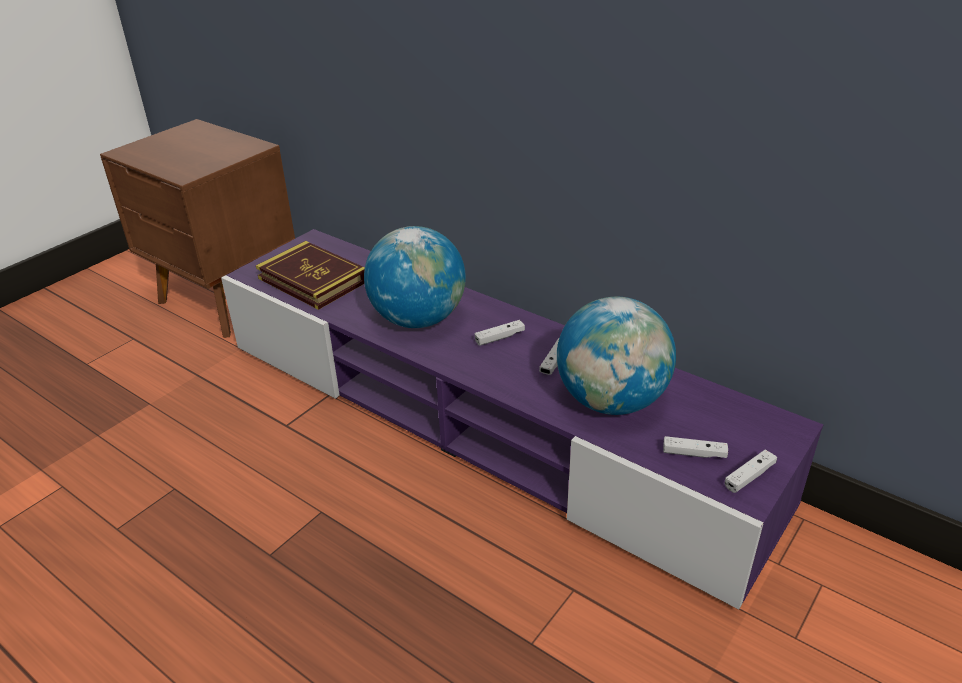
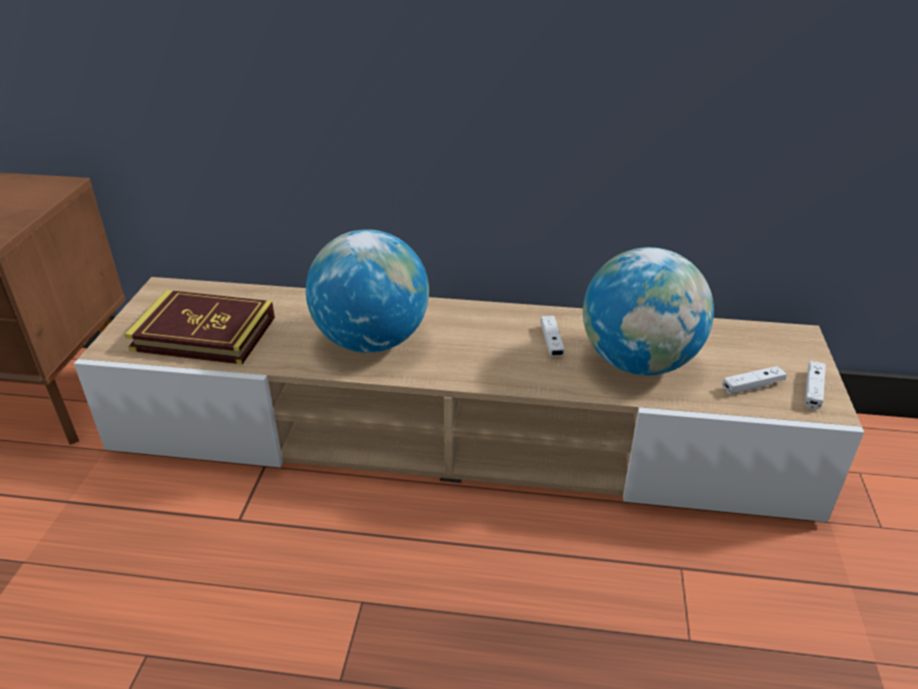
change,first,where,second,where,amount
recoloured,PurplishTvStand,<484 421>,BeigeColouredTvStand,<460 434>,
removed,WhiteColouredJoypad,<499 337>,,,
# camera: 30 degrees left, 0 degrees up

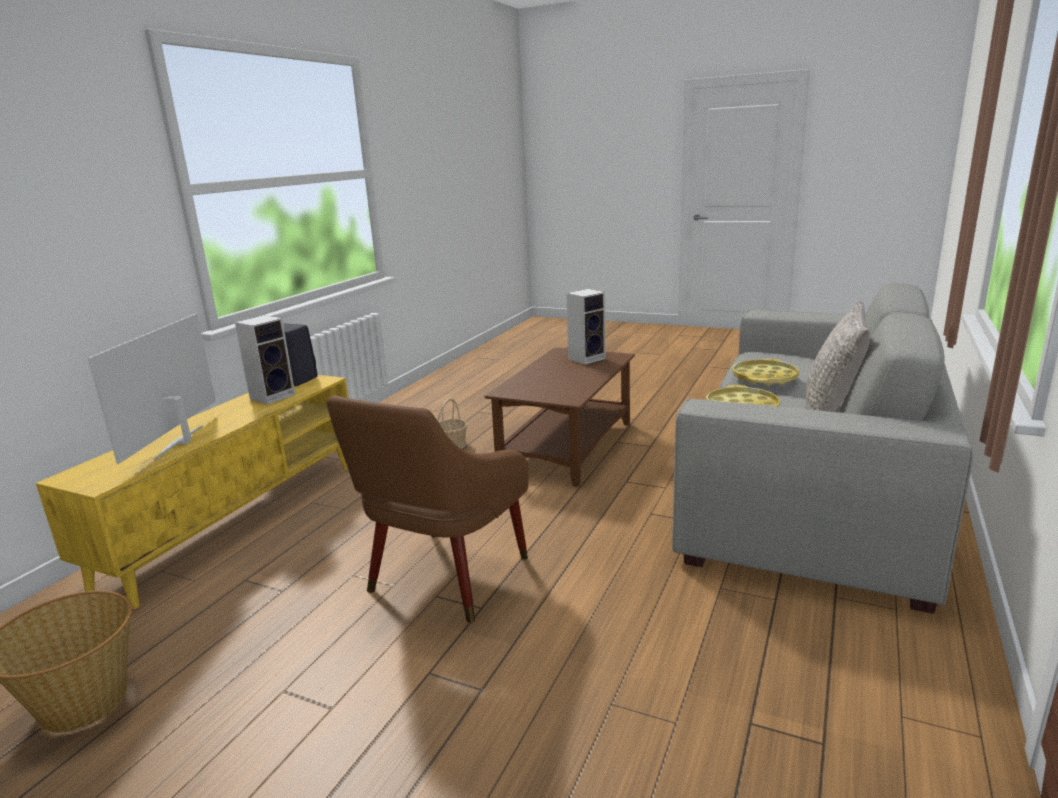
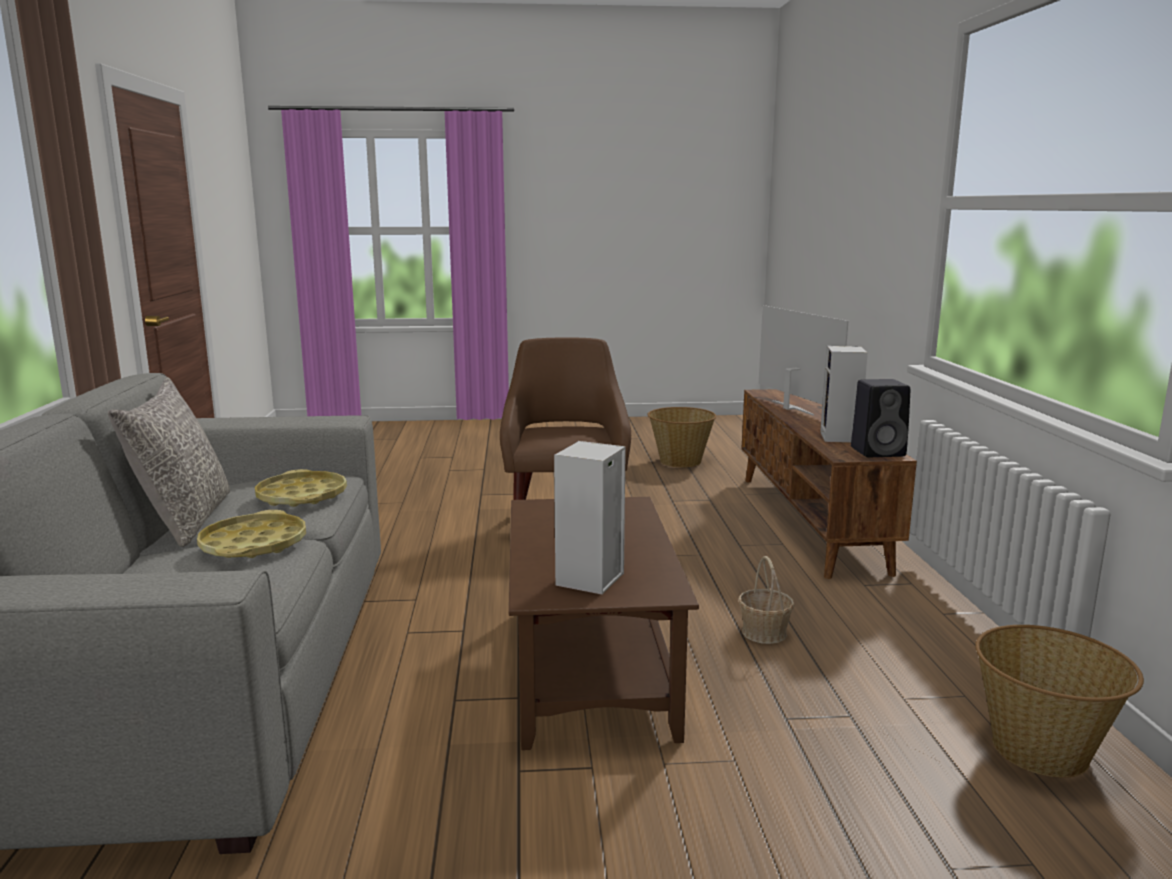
change,first,where,second,where,amount
recoloured,YellowTvStand,<238 520>,BrownColouredTvStand,<810 522>,
added,,,HouseholdBasket,<1042 751>,
# camera: 150 degrees right, 5 degrees down

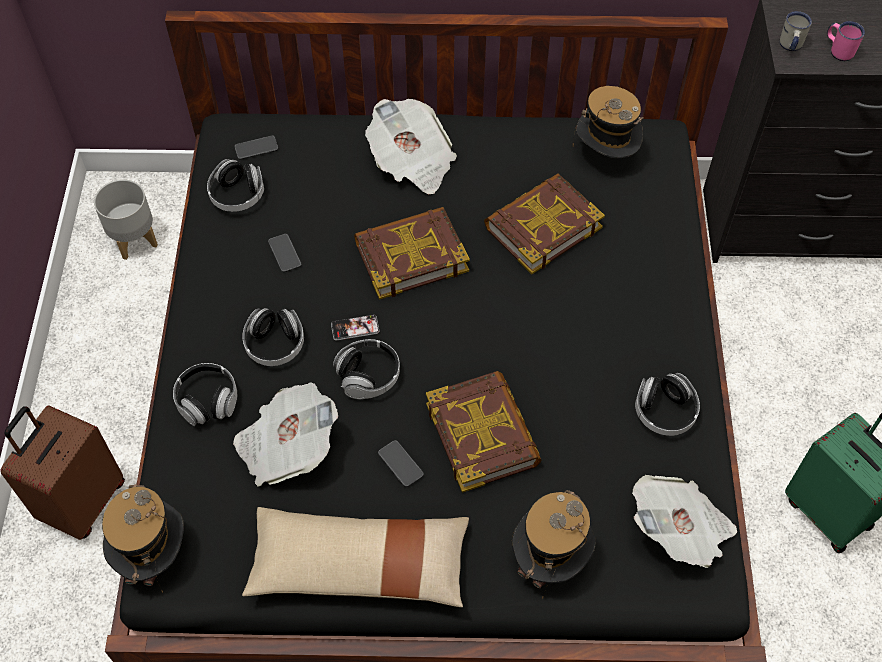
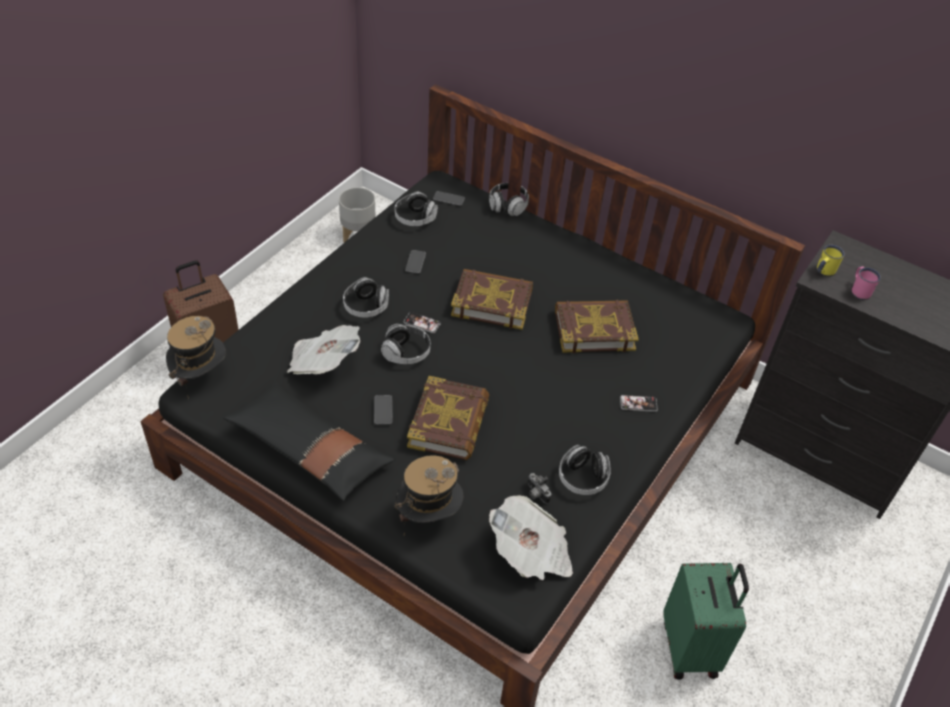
change,first,where,second,where,amount
recoloured,WhiteColouredCoffeeMug,<790 46>,YellowCoffeeMug,<823 272>,
removed,Hat,<604 156>,,,
removed,DailyPaper,<412 162>,,,
moved,PairOfHeadphones,<208 401>,,<508 206>,
recoloured,BeigeColouredThrowPillow,<359 565>,BlackThrowPillow,<309 450>,
added,,,Phone,<638 404>,
added,,,StillCamera,<536 494>,
# camera: 30 degrees right, 10 degrees down

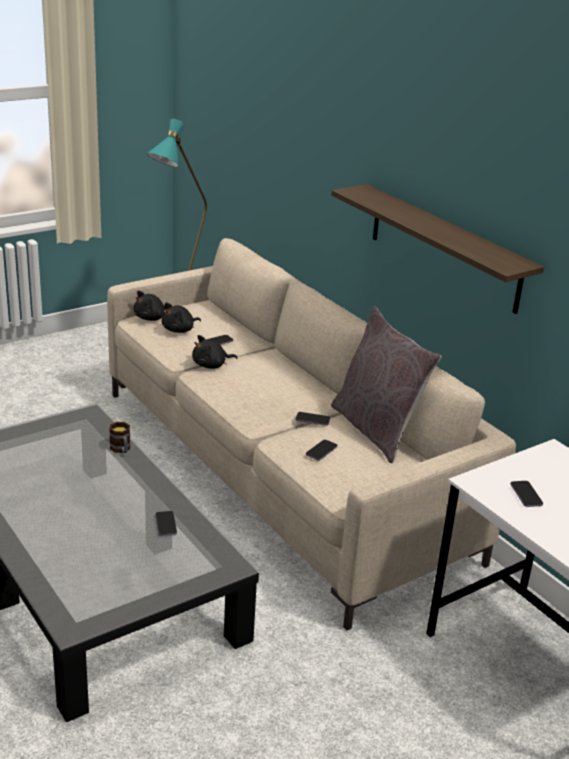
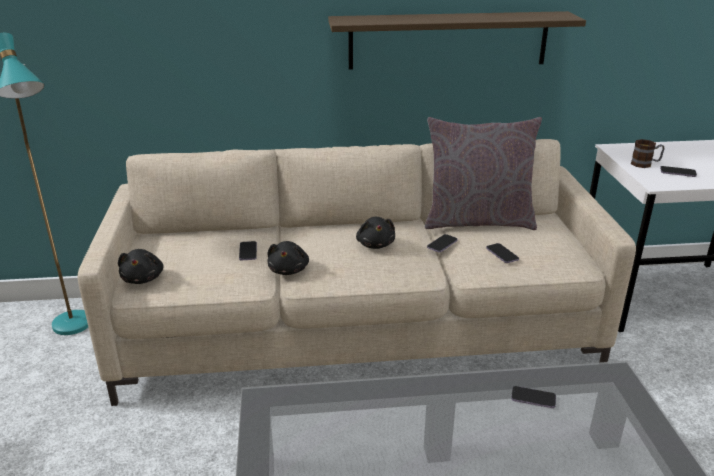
change,first,where,second,where,amount
moved,BlackCuddlyToy,<179 330>,,<375 244>,
moved,CoffeeMug,<121 449>,,<645 164>,
# camera: 60 degrees left, 0 degrees up

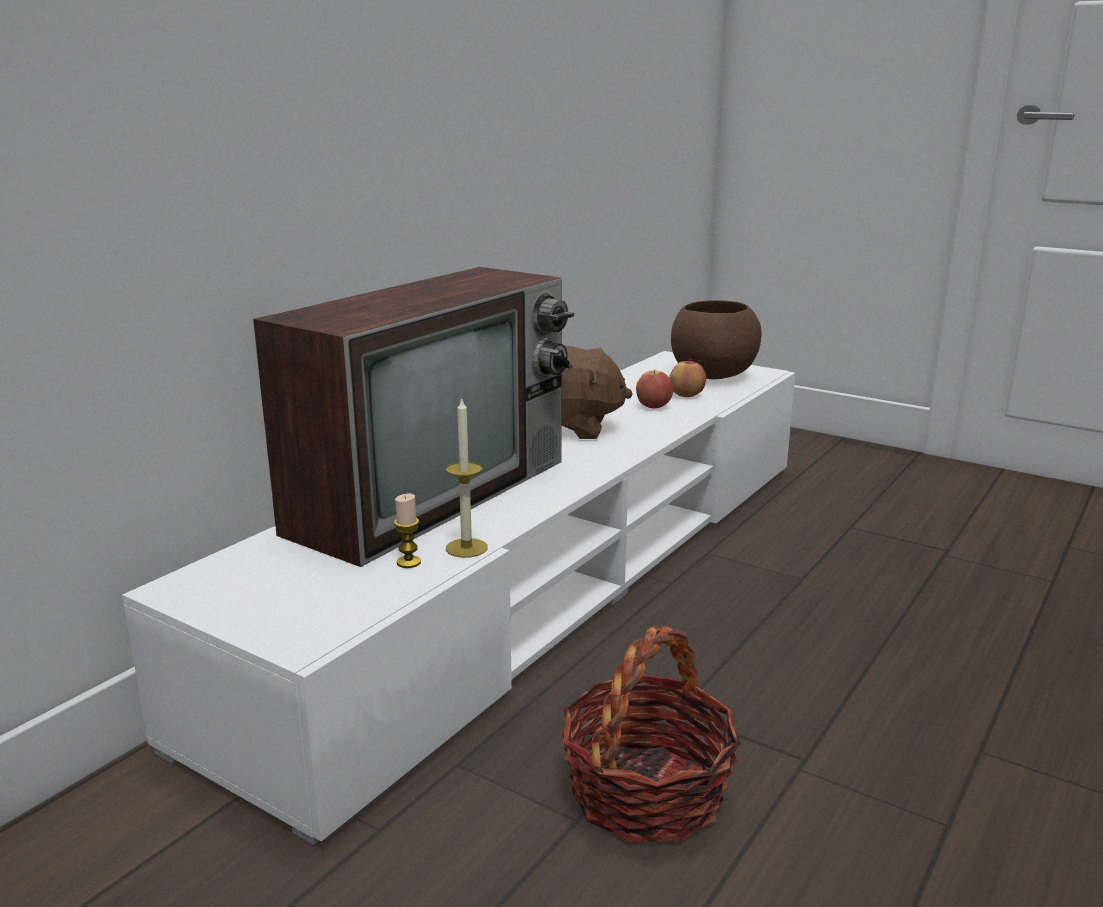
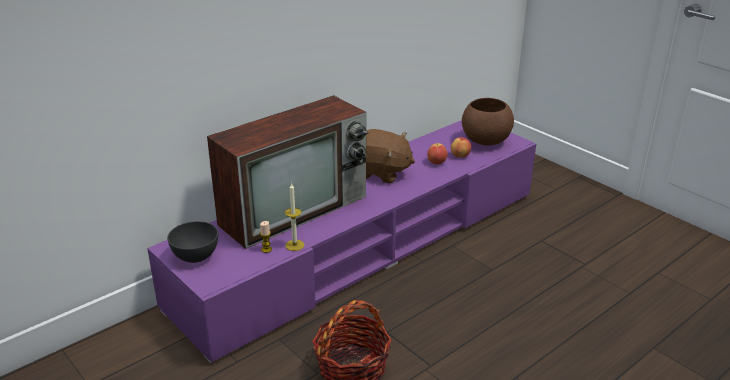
change,first,where,second,where,amount
recoloured,WhiteColouredTvStand,<552 576>,PurplishTvStand,<365 247>,
added,,,GreyDeepDish,<195 256>,
# camera: 15 degrees right, 10 degrees up

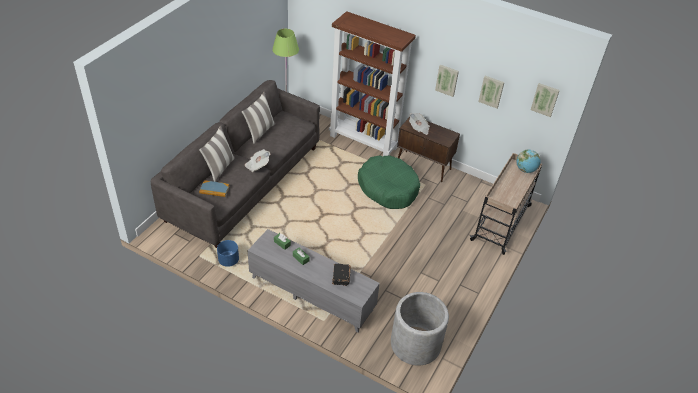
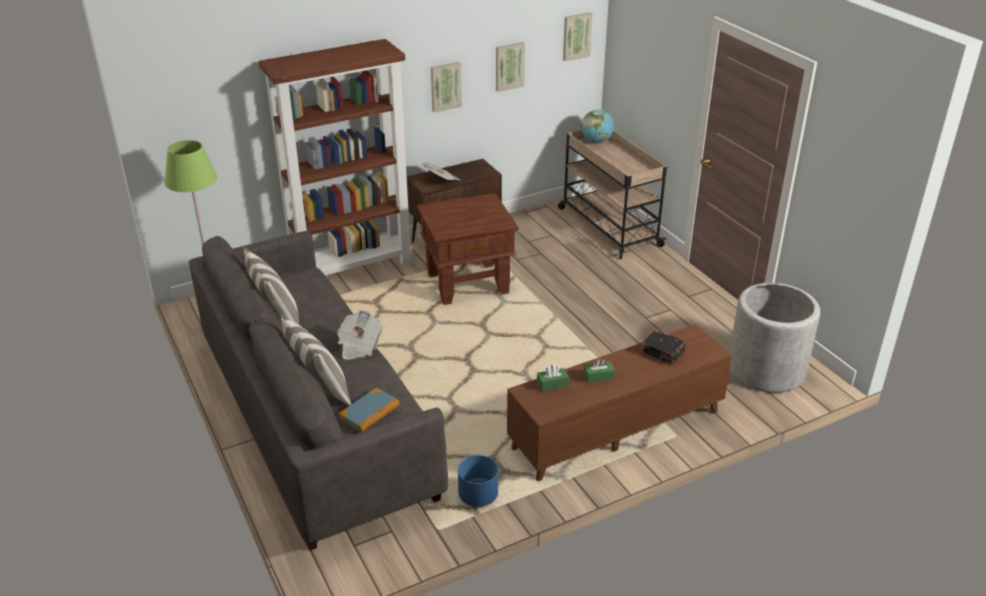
change,first,where,second,where,amount
replaced,GreenDogCushion,<388 188>,BrownColouredAccentTable,<468 284>,
recoloured,GreyTvStand,<311 294>,BrownColouredTvStand,<616 429>,
# camera: 55 degrees left, 10 degrees down

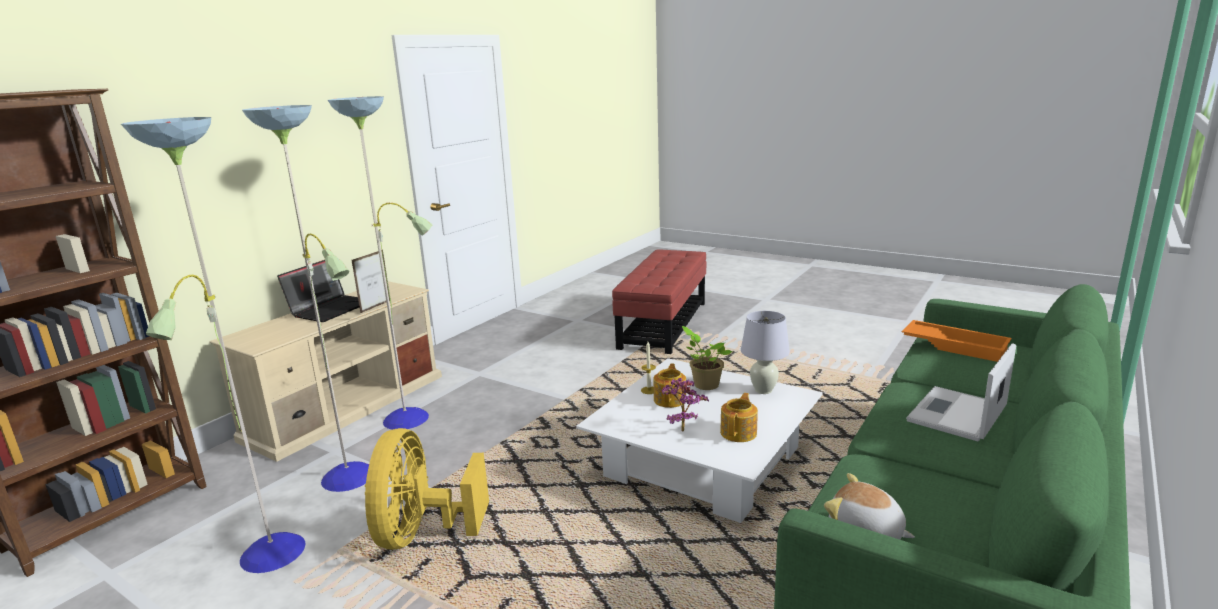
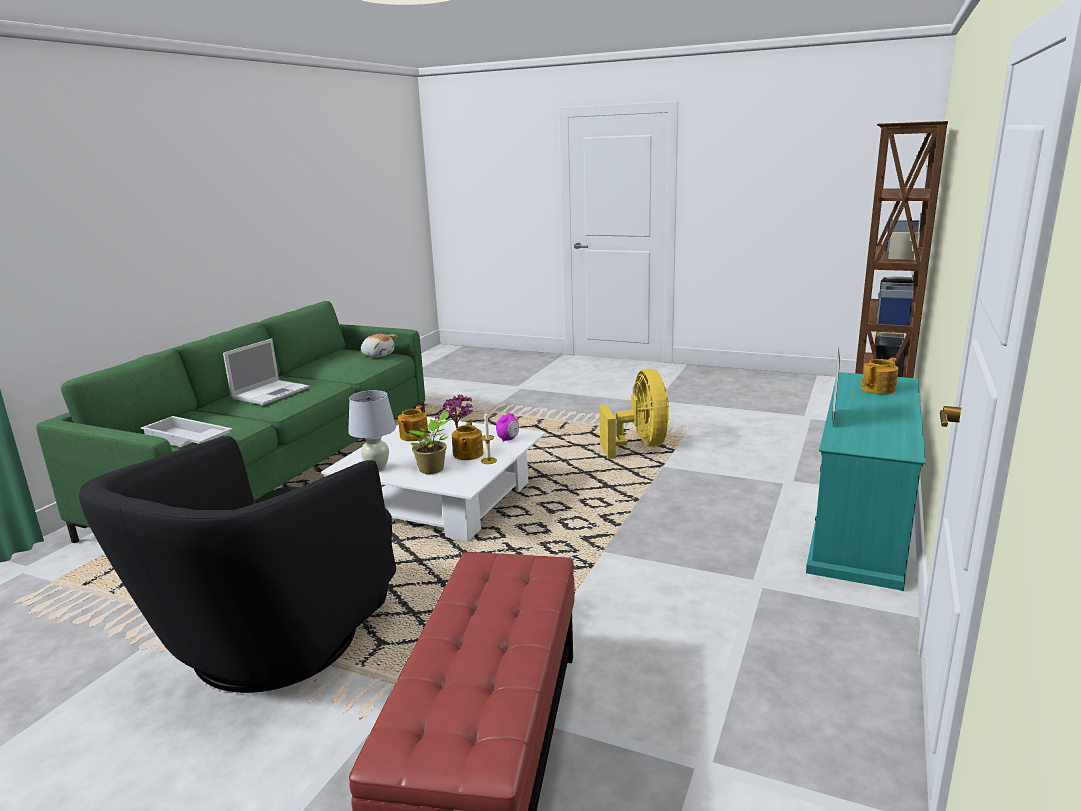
change,first,where,second,where,amount
removed,StandardLamp,<351 477>,,,
removed,NotebookComputer,<330 308>,,,
recoloured,BeigeColouredTvStand,<347 405>,TurquoiseColouredTvStand,<860 522>,
recoloured,OrangeCarryingTray,<955 346>,WhiteColouredCarryingTray,<186 440>,
added,,,PotForTea,<879 389>,
added,,,AlarmClock,<508 439>,
added,,,BlackArmchair,<273 643>,
# camera: 170 degrees right, 0 degrees up

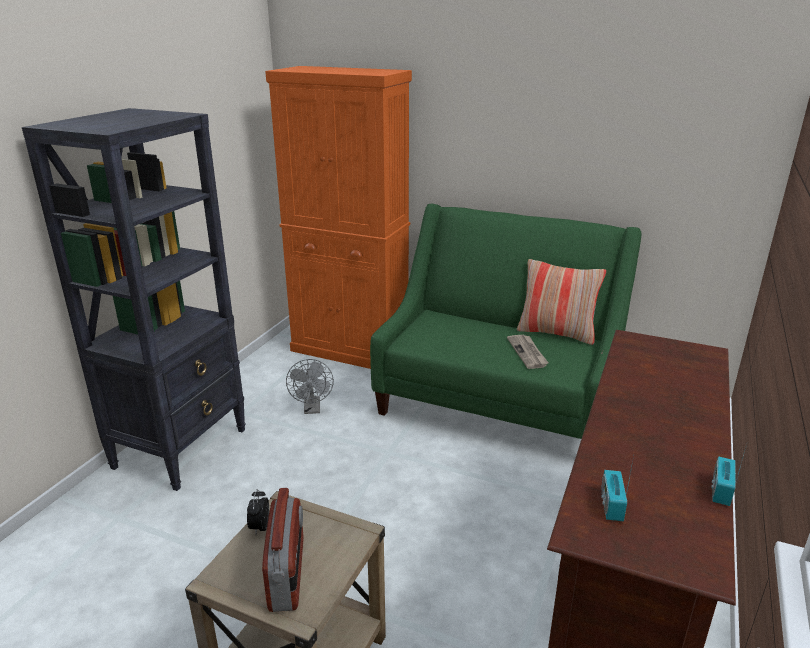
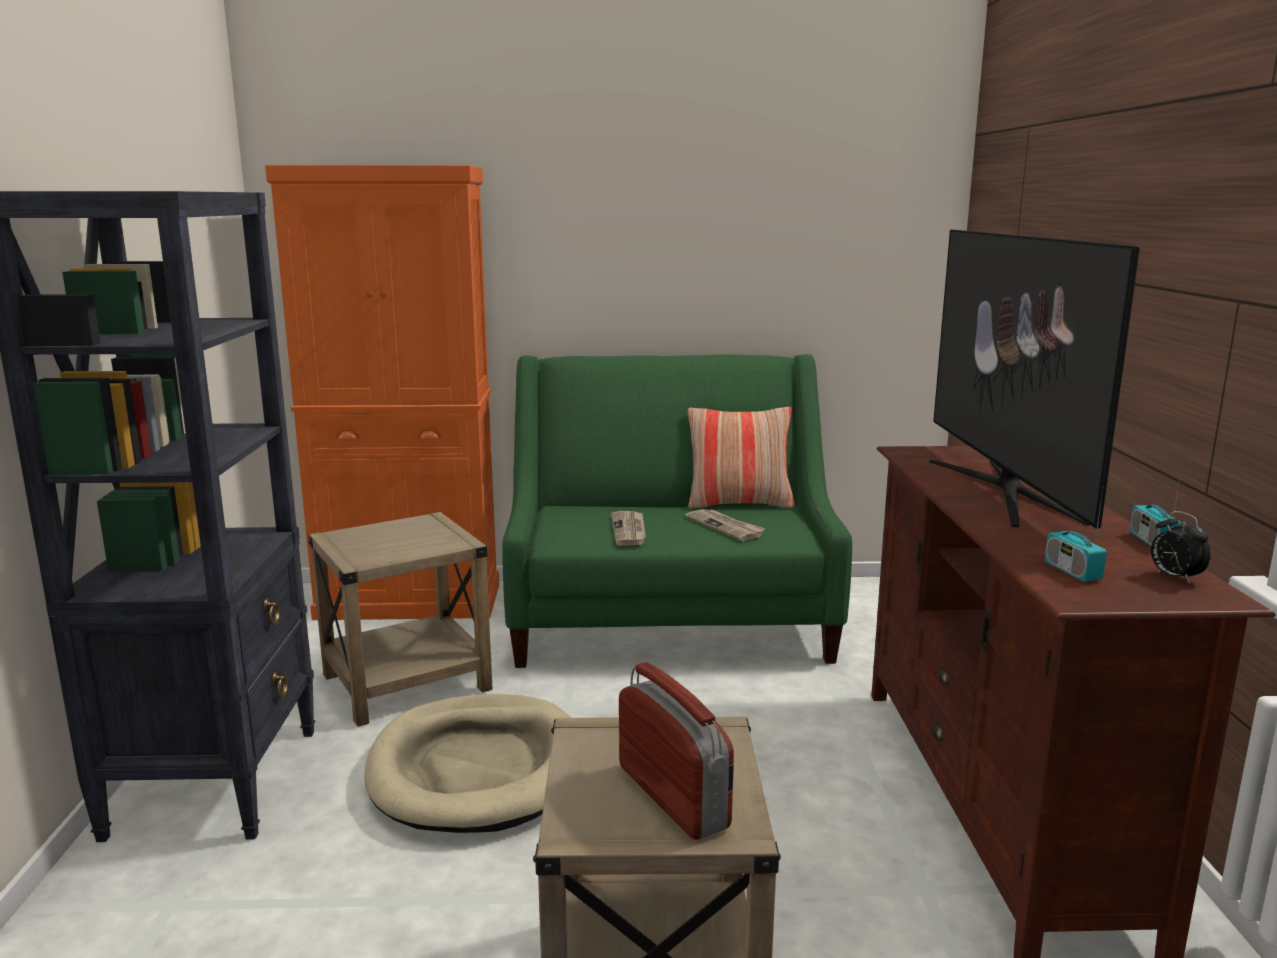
change,first,where,second,where,amount
replaced,GreyElectricFan,<312 409>,BeigeColouredAccentTable,<408 683>,
moved,AlarmClock,<259 527>,,<1174 577>,
added,,,TvSet,<1003 490>,
added,,,DailyPaper,<629 530>,
added,,,BeigeColouredDogCushion,<478 769>,
# camera: 25 degrees left, 10 degrees down

